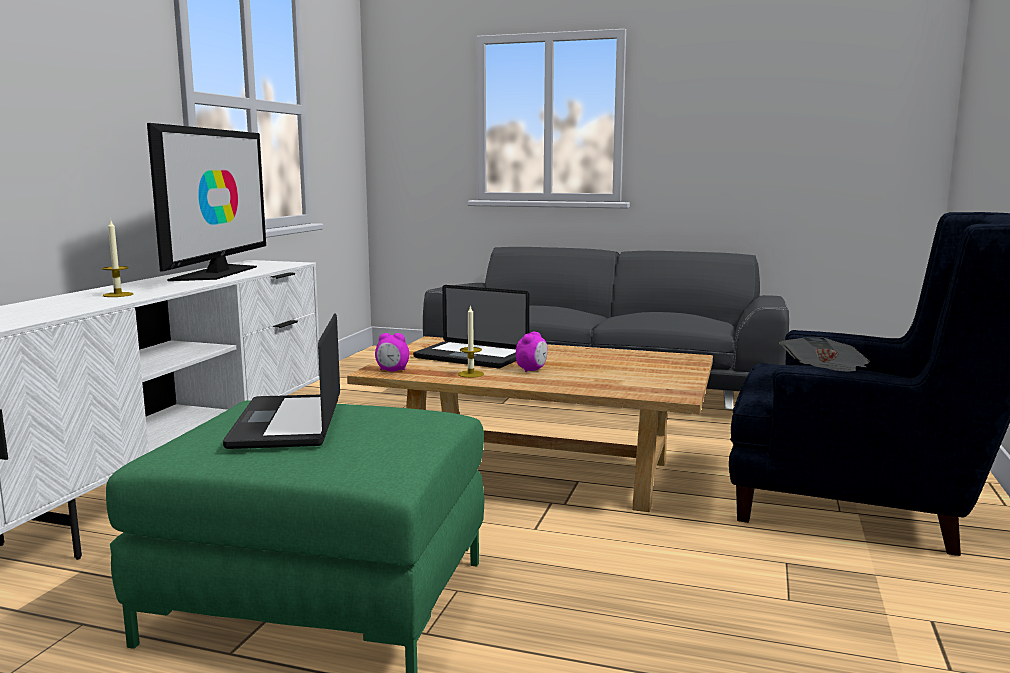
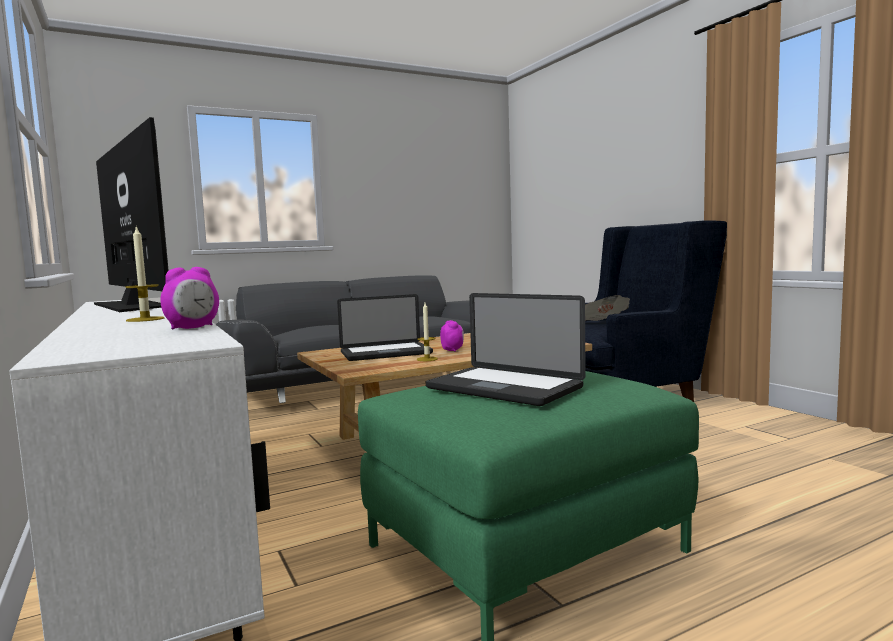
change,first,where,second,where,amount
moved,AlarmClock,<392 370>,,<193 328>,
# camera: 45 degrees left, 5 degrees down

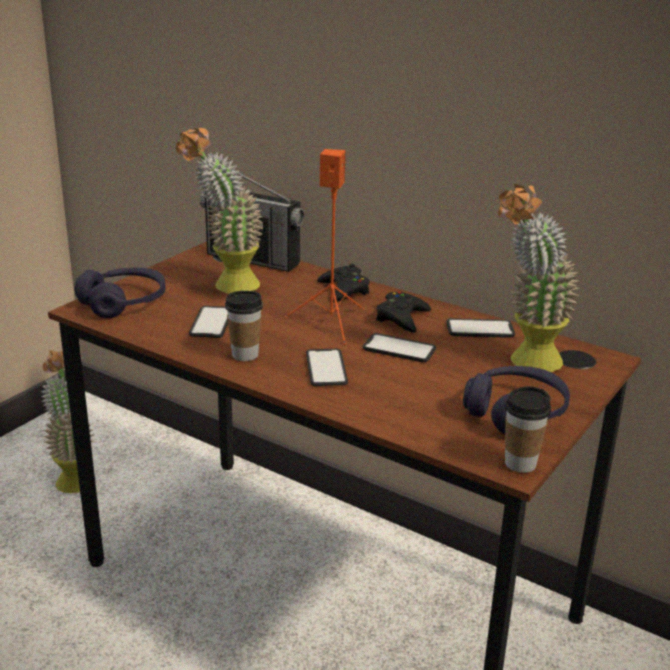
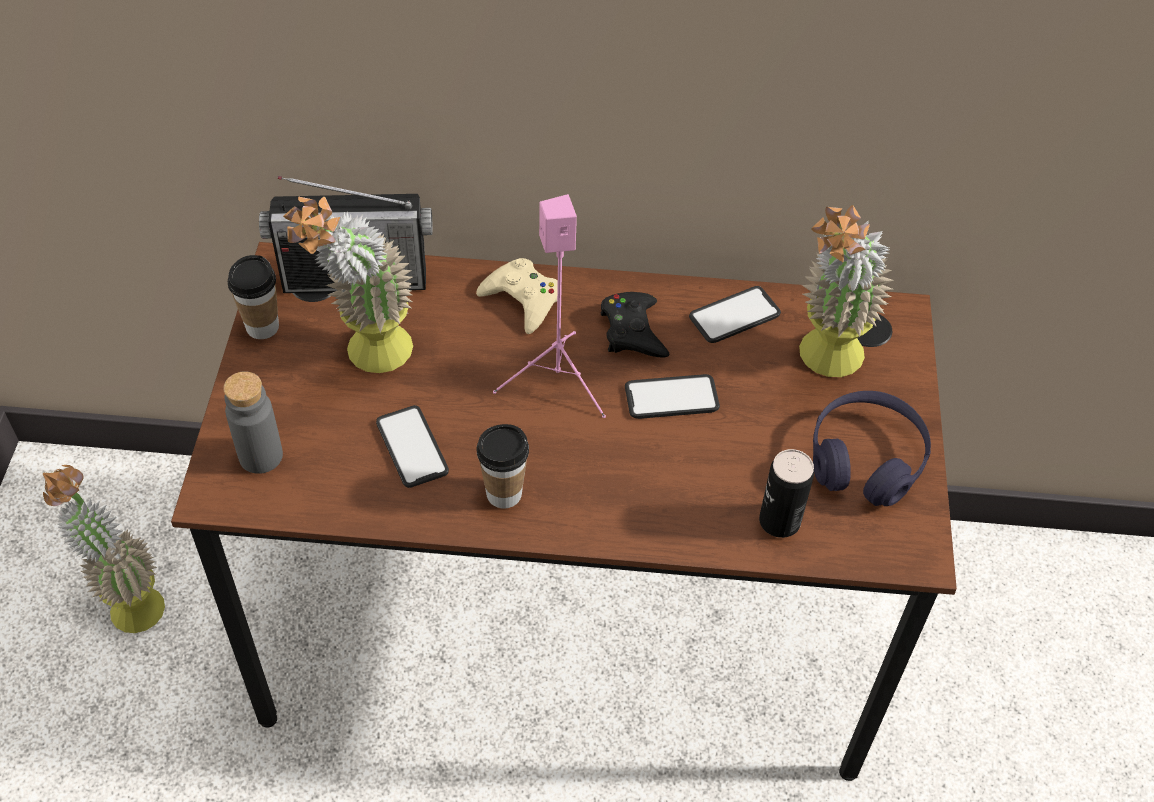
change,first,where,second,where,amount
recoloured,OrangeSpeaker,<331 322>,PinkColouredSpeaker,<557 378>,
recoloured,BlackJoypad,<344 290>,BeigeColouredJoypad,<523 300>,
replaced,PurplishPairOfHeadphones,<123 303>,GreyBeverageBottle,<261 456>,
removed,Phone,<326 368>,,,
moved,DrinkingCup,<520 463>,,<262 327>,
added,,,SealedCan,<779 521>,
# camera: 30 degrees left, 25 degrees up

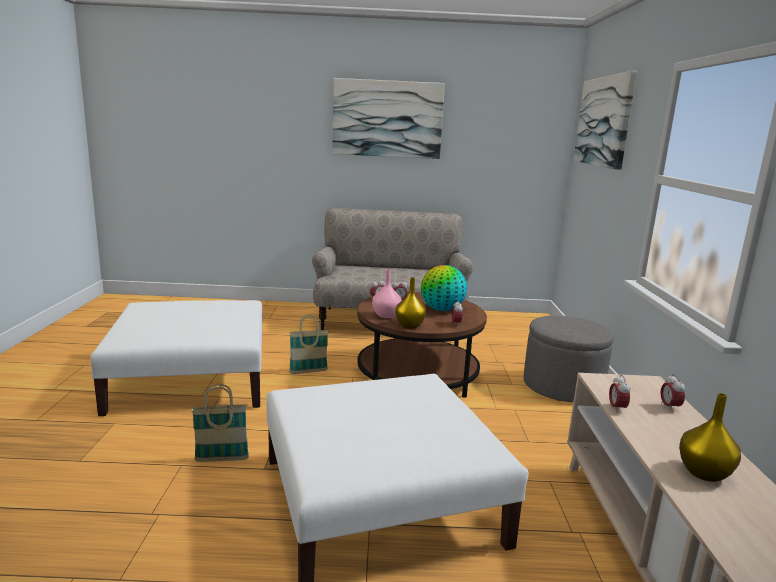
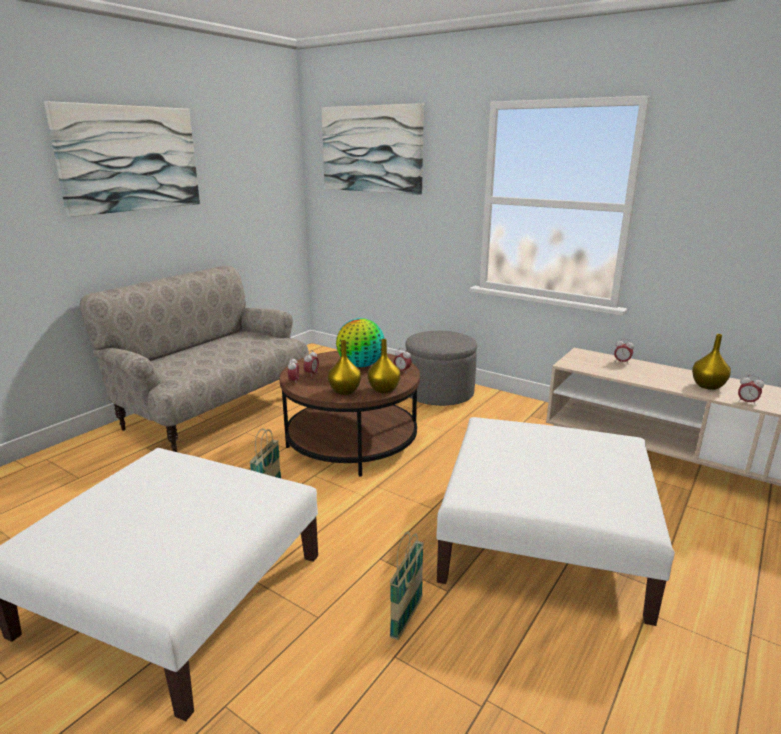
change,first,where,second,where,amount
recoloured,PinkColouredDecorativeVase,<386 316>,YellowDecorativeVase,<345 391>,
moved,AlarmClock,<616 408>,,<747 402>,
# camera: 55 degrees left, 5 degrees up

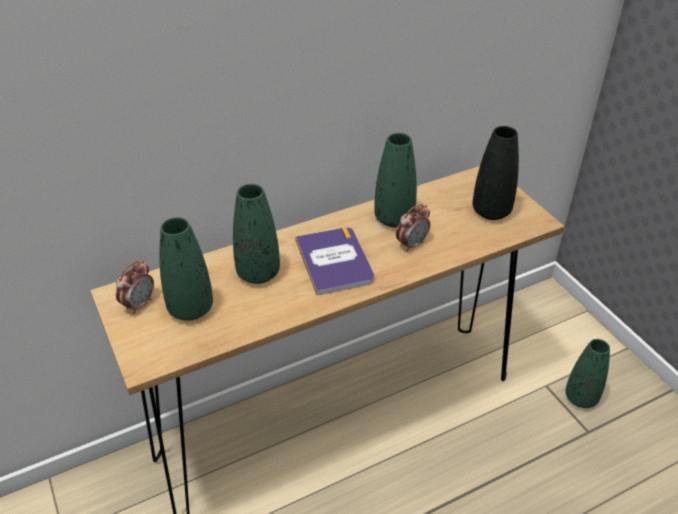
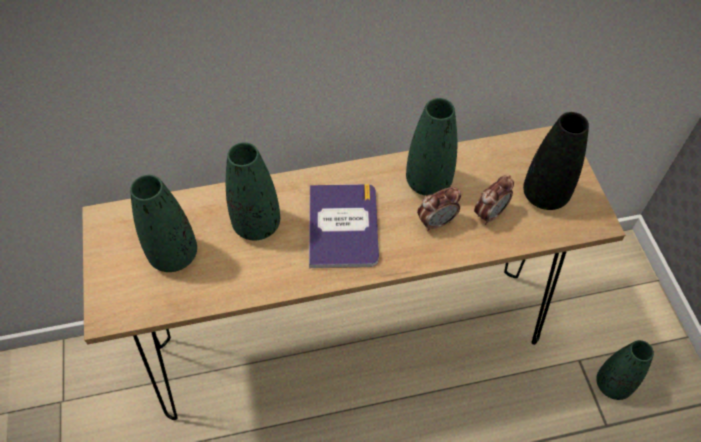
change,first,where,second,where,amount
moved,AlarmClock,<139 304>,,<489 214>,
# camera: 15 degrees right, 15 degrees up

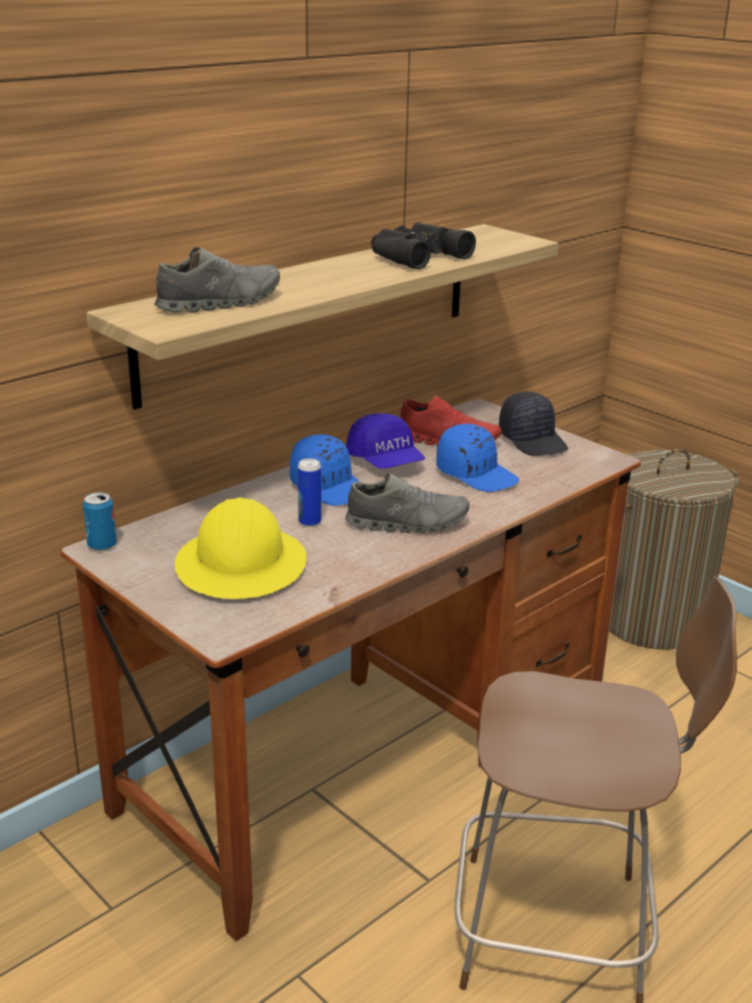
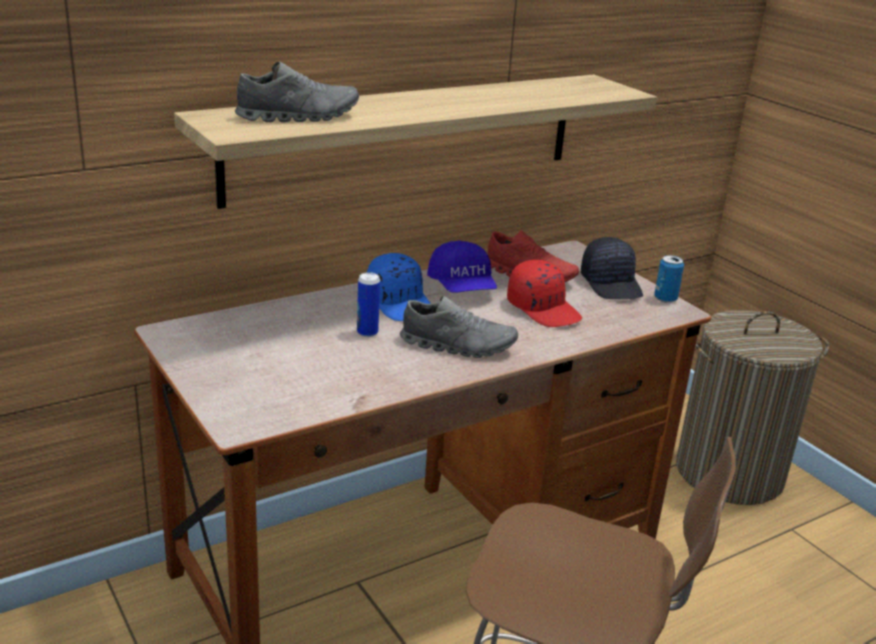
change,first,where,second,where,amount
removed,BlackFieldGlasses,<414 256>,,,
recoloured,BlueColouredCap,<477 474>,RedCap,<544 309>,
moved,SealedCan,<102 545>,,<665 298>,
removed,YellowHardHat,<242 565>,,,
# camera: 10 degrees right, 0 degrees up

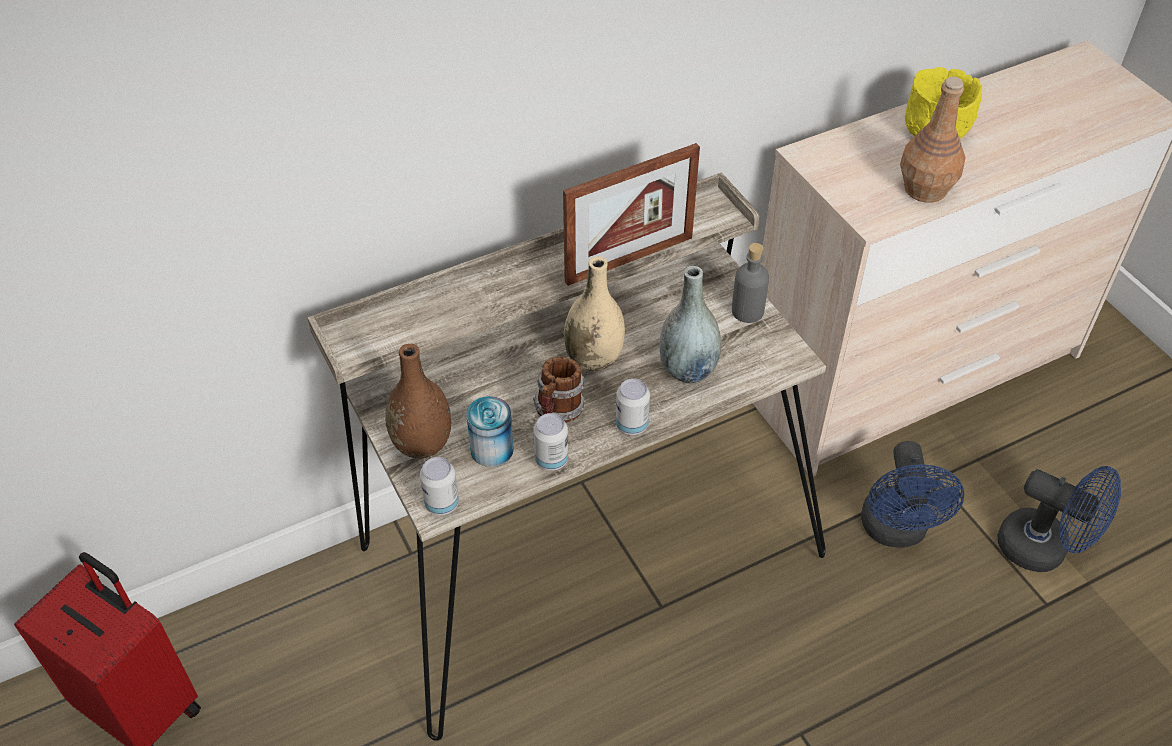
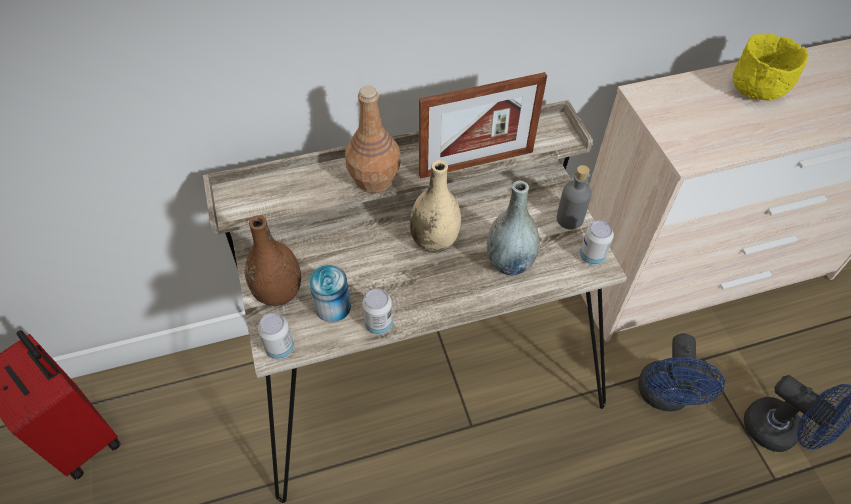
change,first,where,second,where,amount
moved,BrownColouredBeverageBottle,<926 189>,,<375 179>,
removed,CoffeeMug,<558 412>,,,
moved,SealedCan,<631 425>,,<591 256>,
# camera: 10 degrees right, 5 degrees up

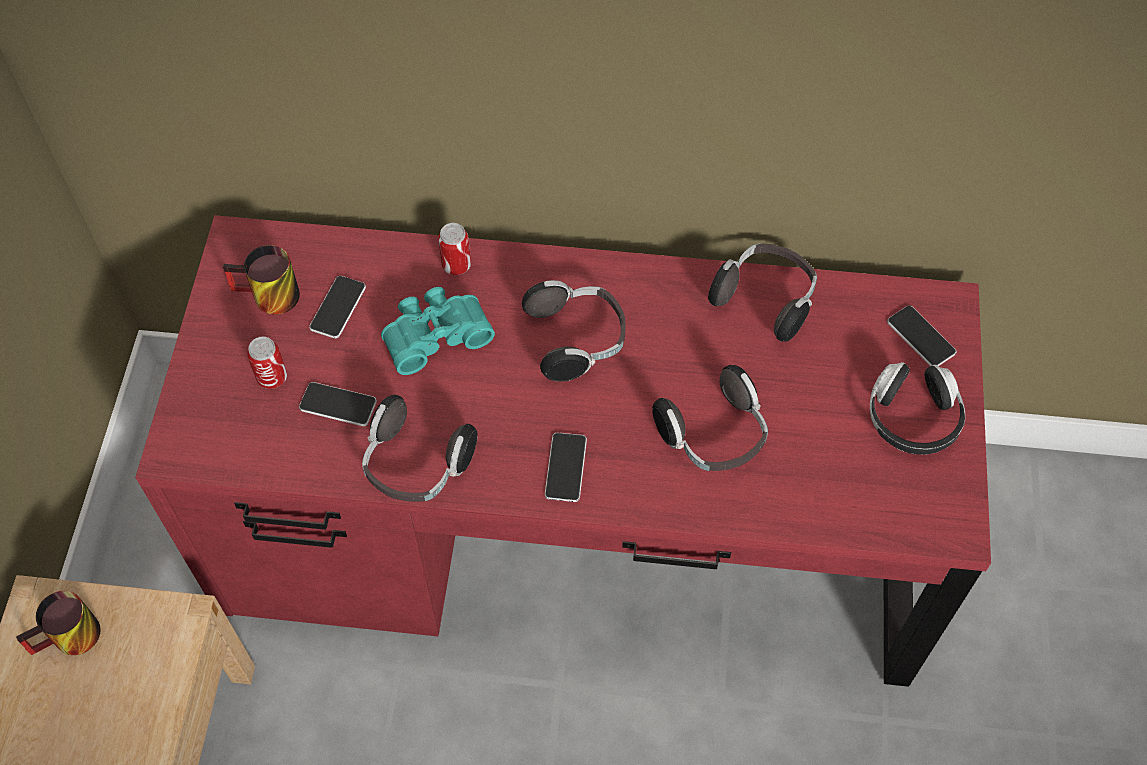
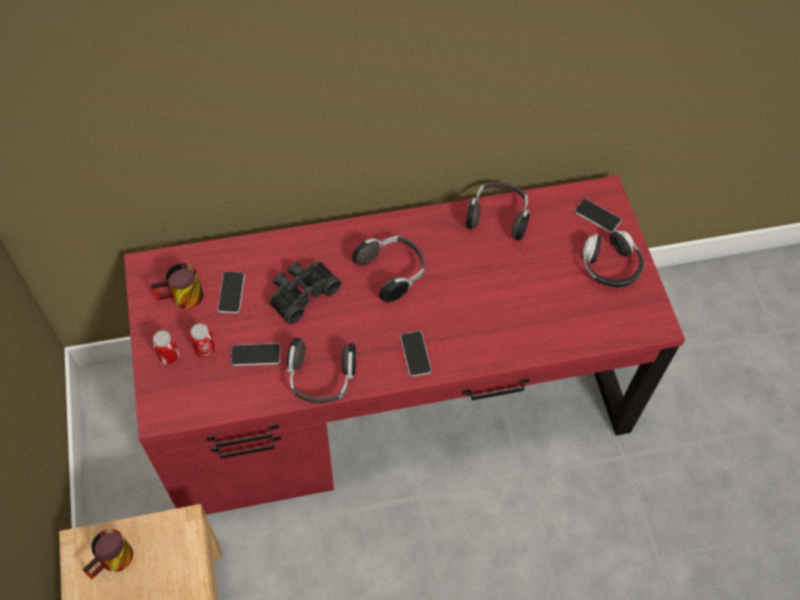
change,first,where,second,where,amount
moved,SealedCan,<456 265>,,<169 356>,
recoloured,TurquoiseColouredFieldGlasses,<435 334>,BlackFieldGlasses,<301 293>,
removed,PairOfHeadphones,<714 436>,,,
# camera: 20 degrees left, 0 degrees up

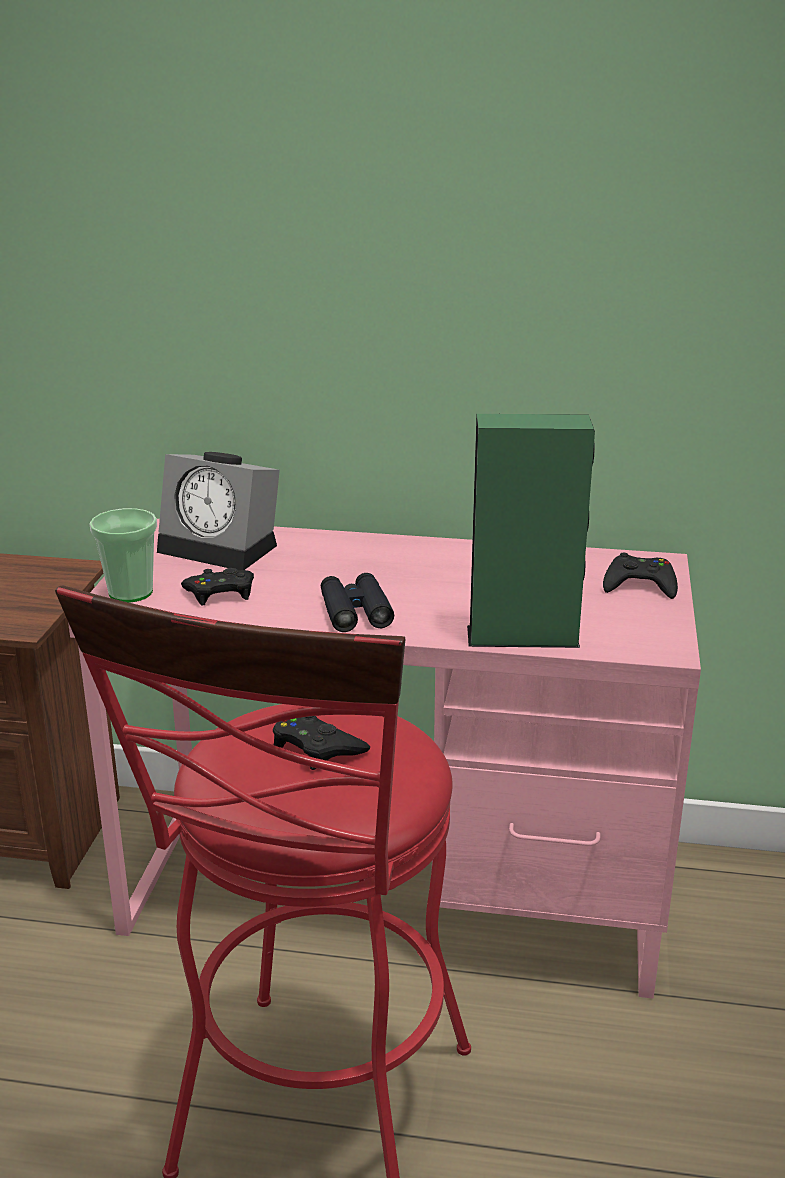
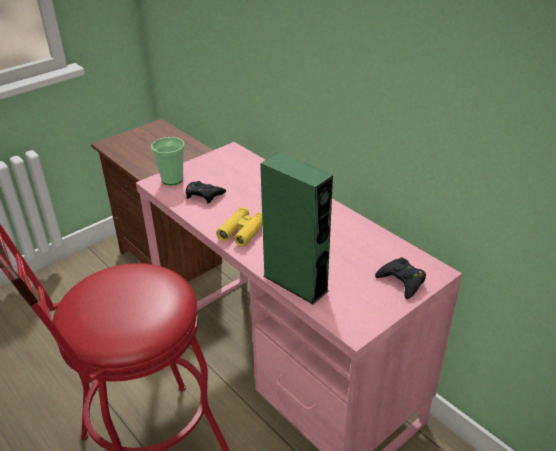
change,first,where,second,where,amount
removed,AlarmClock,<223 547>,,,
recoloured,BlackFieldGlasses,<355 611>,YellowFieldGlasses,<242 231>,
removed,BlackJoypad,<316 747>,,,
# camera: 40 degrees right, 10 degrees up

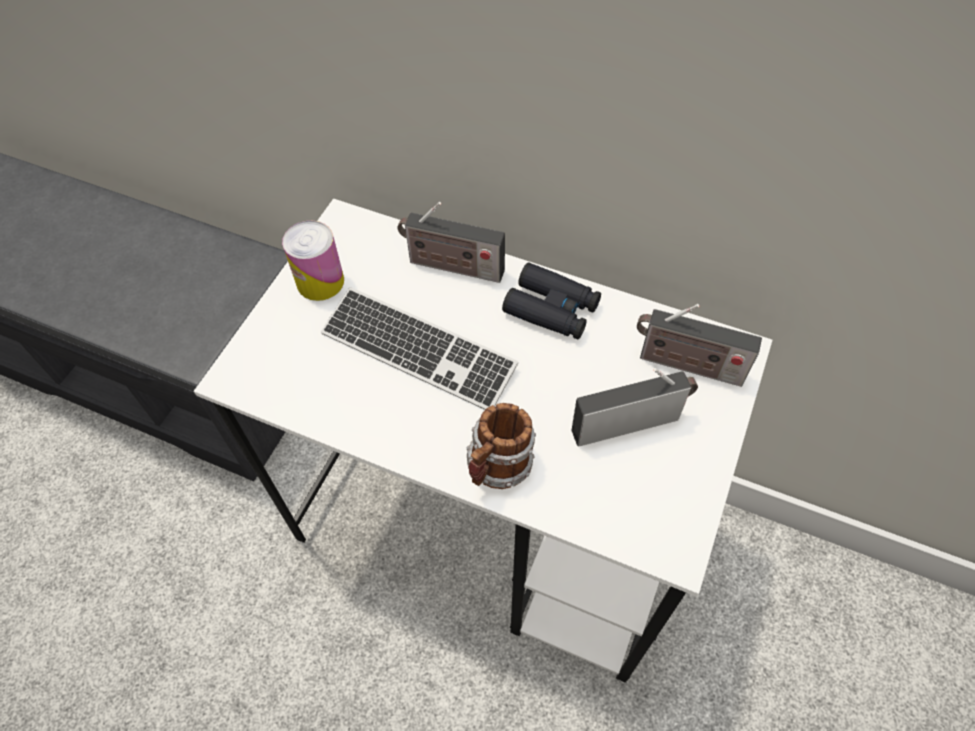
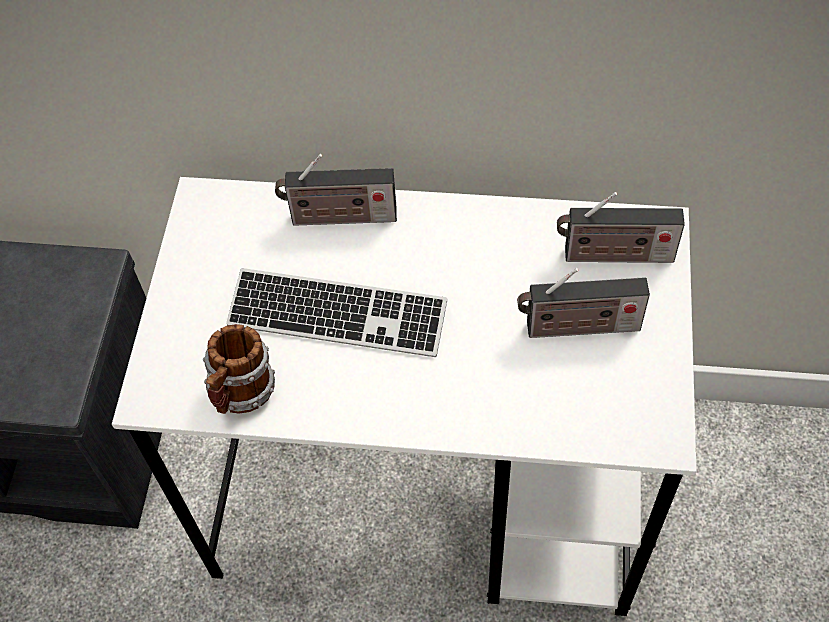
change,first,where,second,where,amount
removed,SealedCan,<320 281>,,,
removed,BlackFieldGlasses,<552 309>,,,
turned,RadioSet,<629 422>,,<577 328>,150 degrees counterclockwise
moved,CoffeeMug,<498 467>,,<242 393>,
# camera: 15 degrees left, 0 degrees up

